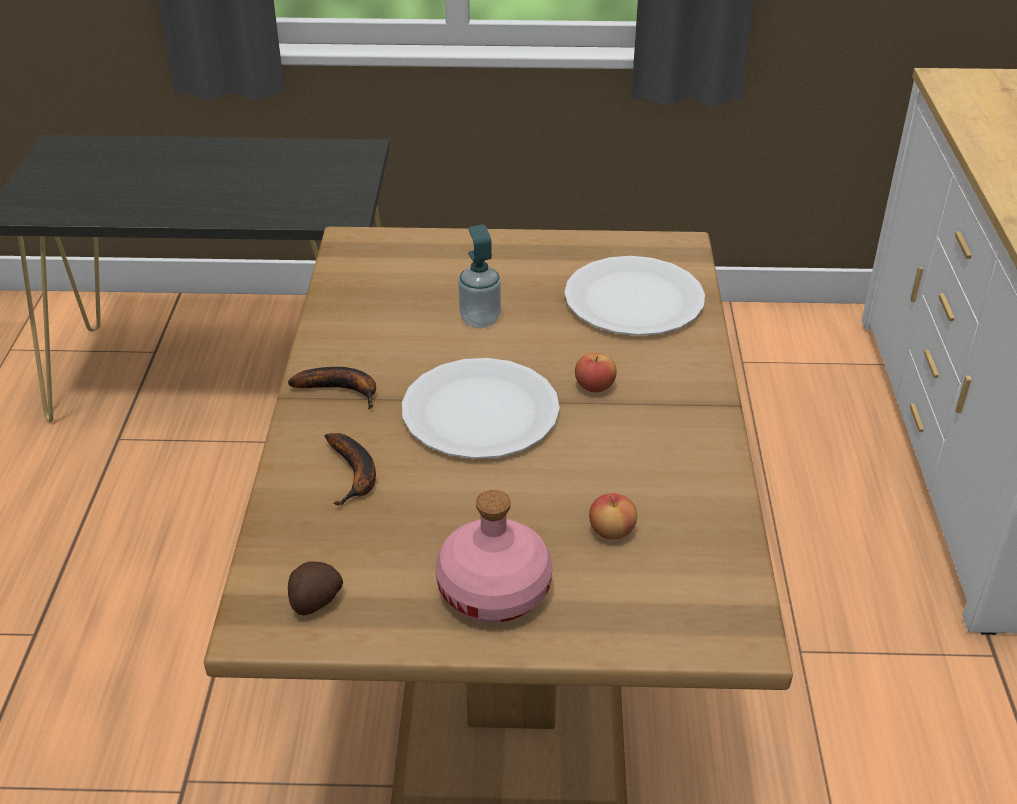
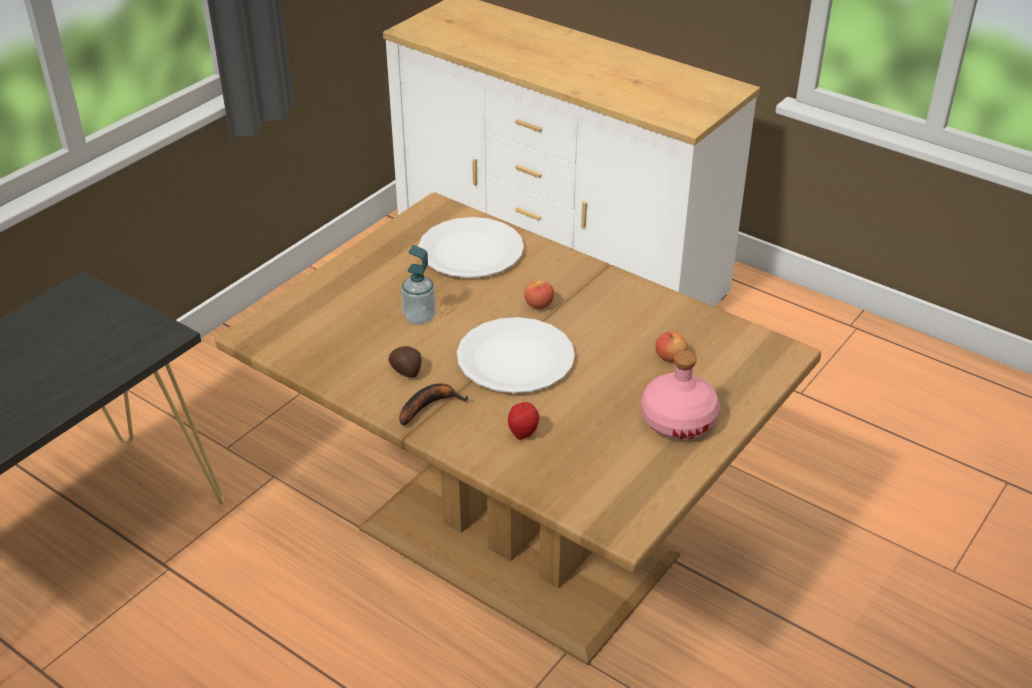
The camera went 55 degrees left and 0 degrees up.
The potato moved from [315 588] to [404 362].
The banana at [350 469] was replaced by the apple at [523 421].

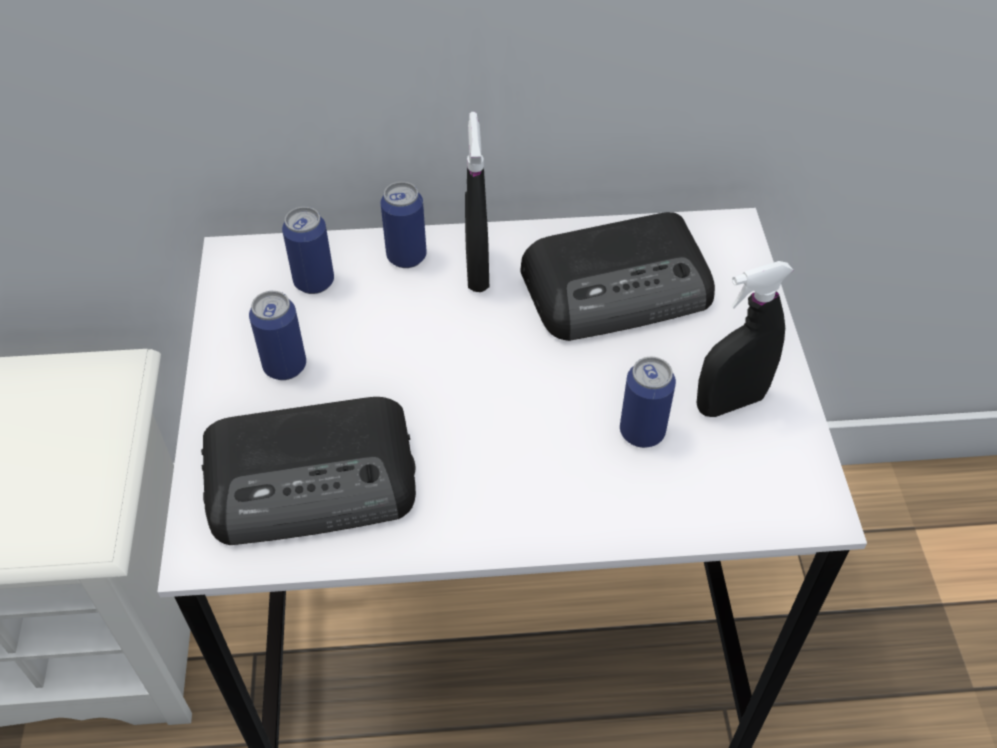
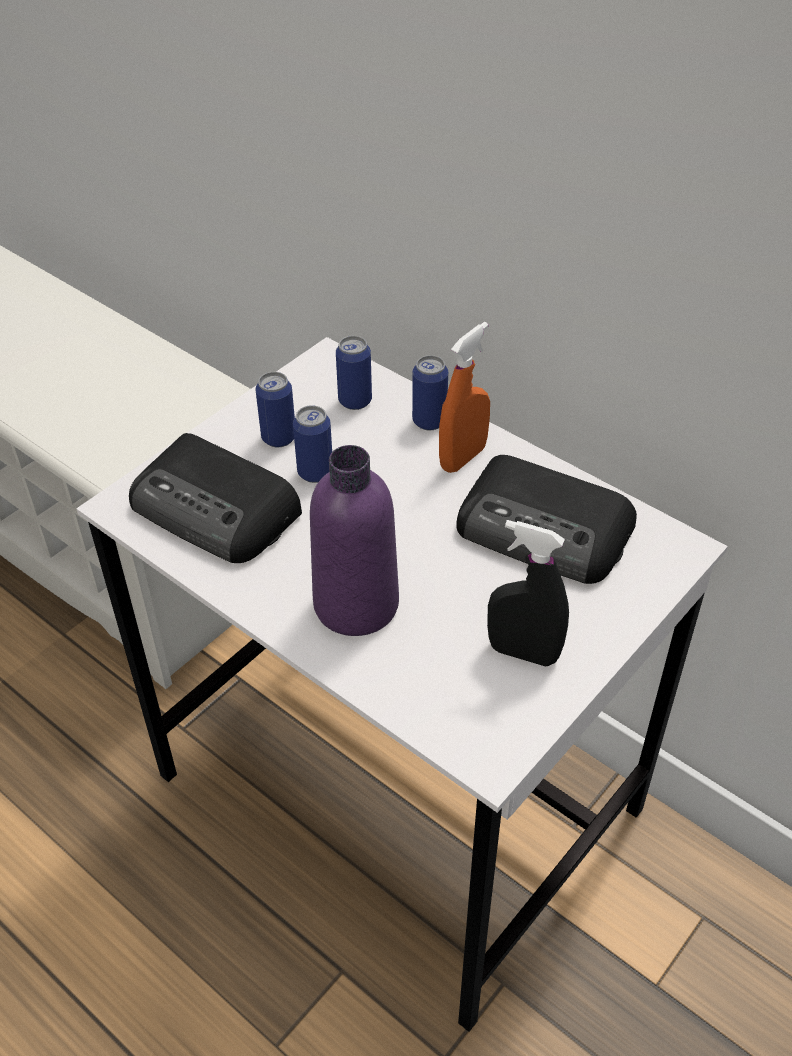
The camera went 45 degrees right and 5 degrees down.
The black_spray_bottle at [477 202] became the orange_spray_bottle at [464 397].
The can moved from [648 402] to [312 444].
The purple_bottle at [354 540] appeared.

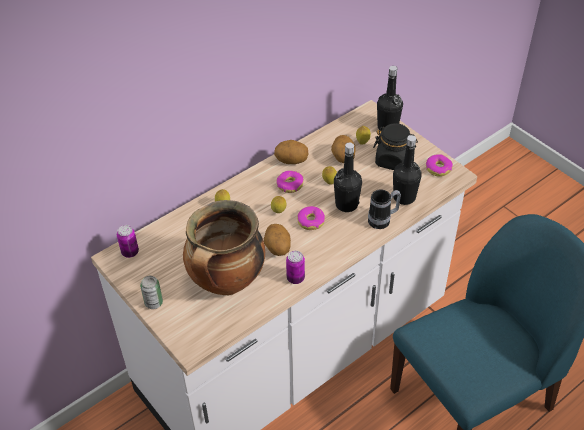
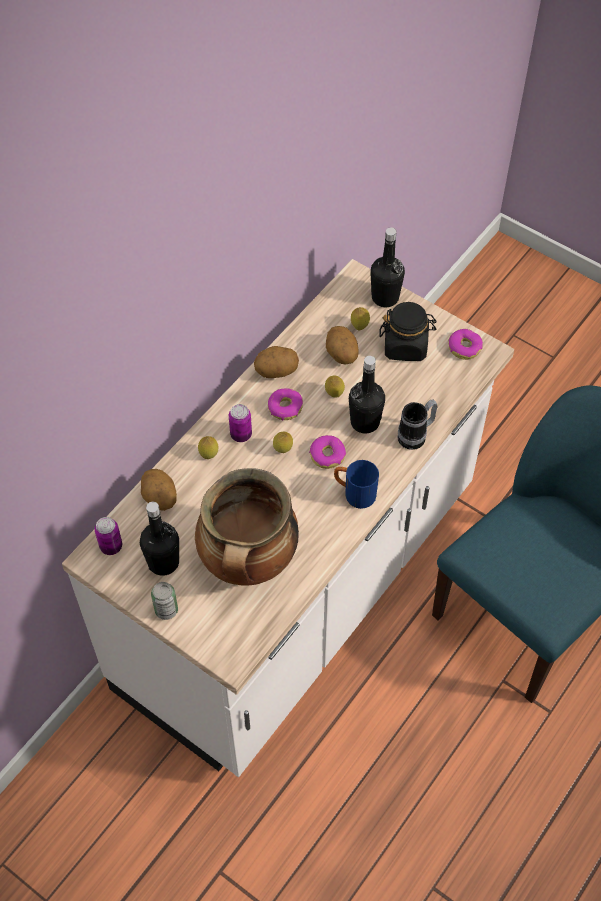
The camera went 15 degrees left and 10 degrees up.
The potato moved from [277 240] to [159 490].
The can moved from [295 267] to [240 423].
The black_bottle moved from [407 170] to [159 539].
The blue_mug at [356 484] appeared.

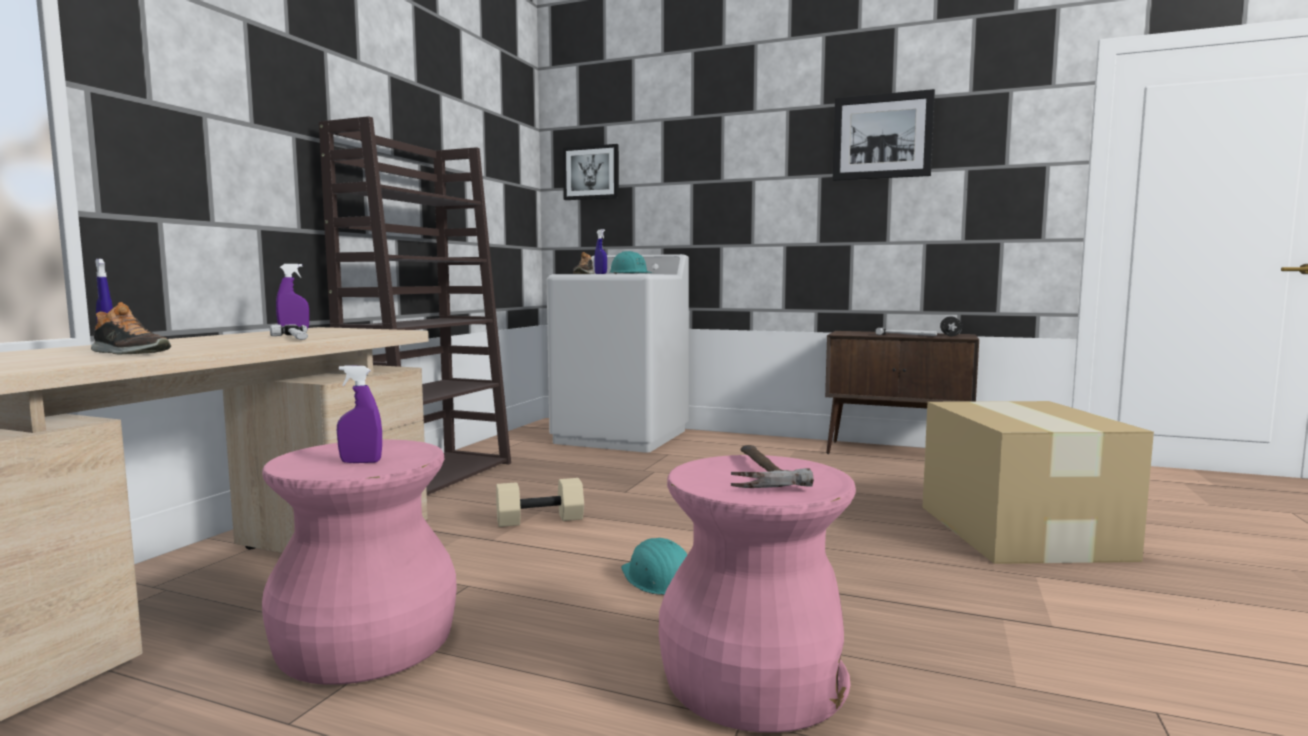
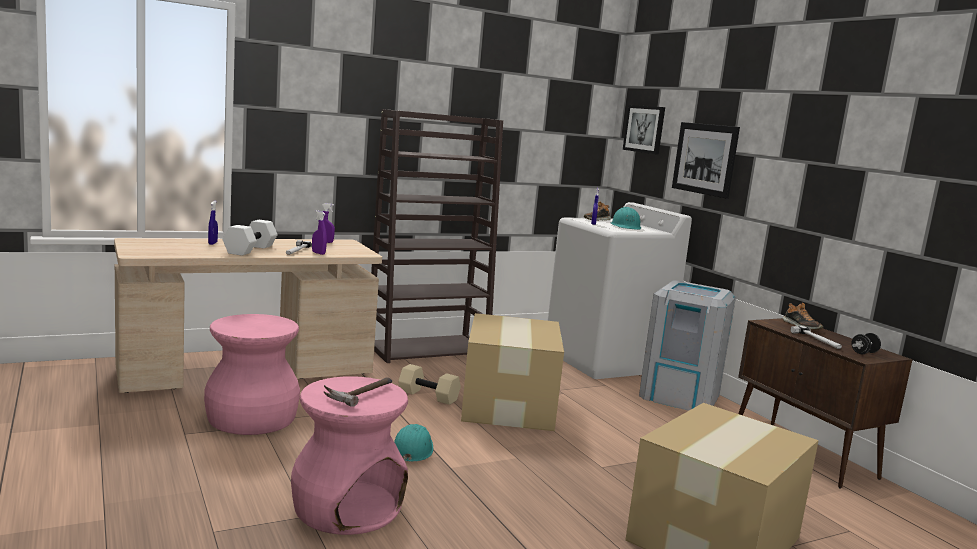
The camera went 40 degrees right and 5 degrees up.
The shoe moved from [131 328] to [803 316].
The purple_spray_bottle moved from [359 414] to [319 232].
The picture moved from [884 135] to [706 160].
The white_dumbbell at [250 238] appeared.
The cardboard_box at [512 372] appeared.
The grey_trash_can at [687 345] appeared.

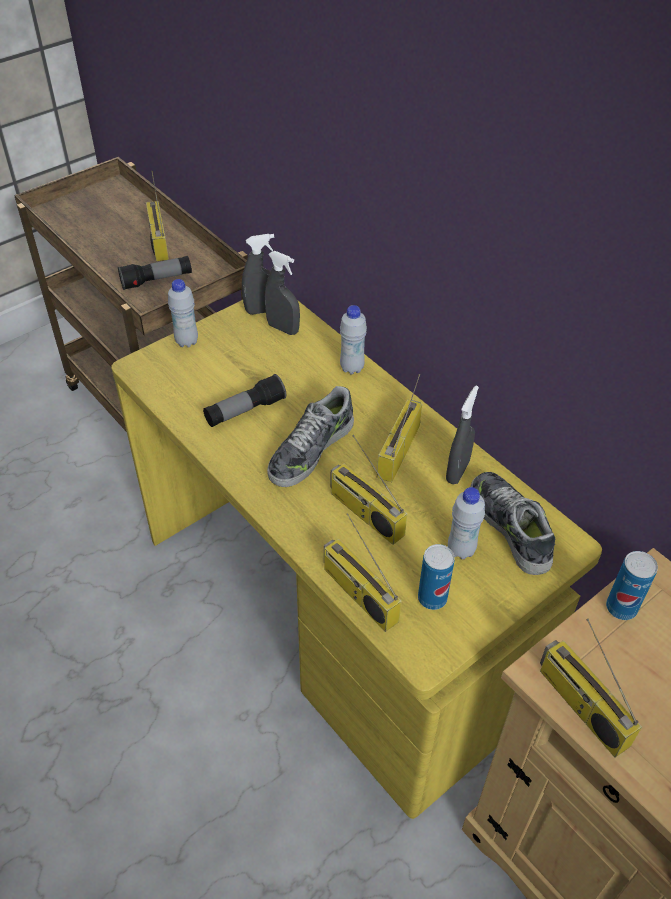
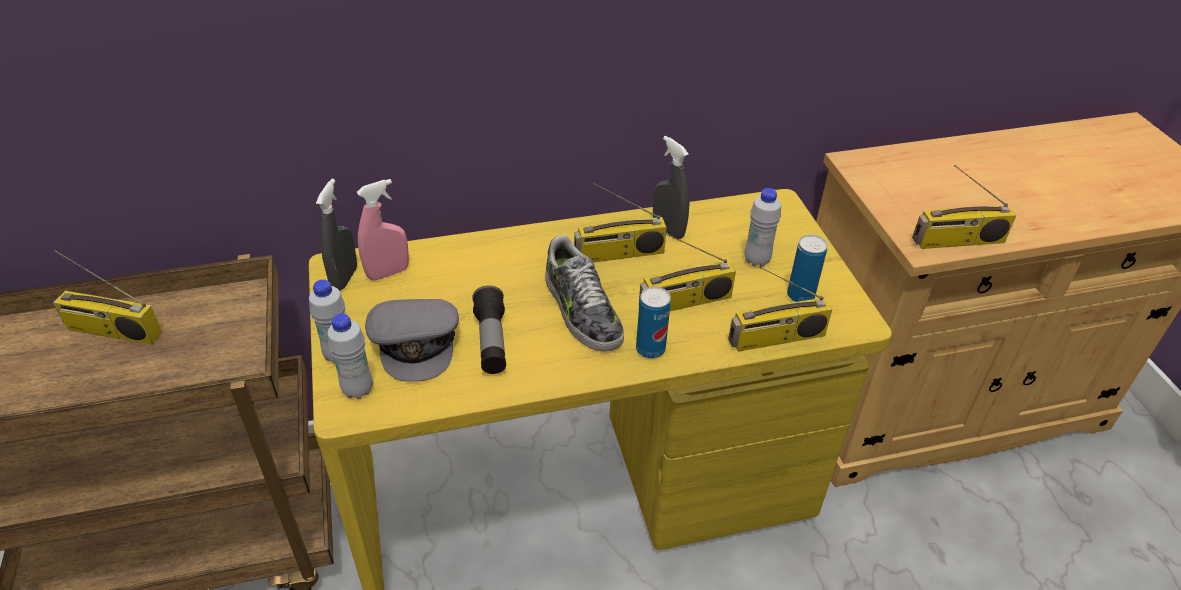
The camera went 65 degrees left and 5 degrees down.
The flashlight at [155 273] disappeared.
The grey_spray_bottle at [282 293] became the pink_spray_bottle at [383 230].
The white_bottle moved from [353 339] to [350 356].
The radio at [399 428] turned 60 degrees counterclockwise.
The shoe at [513 523] disappeared.
The can moved from [632 585] to [653 322].
The grey_cap at [412 340] appeared.

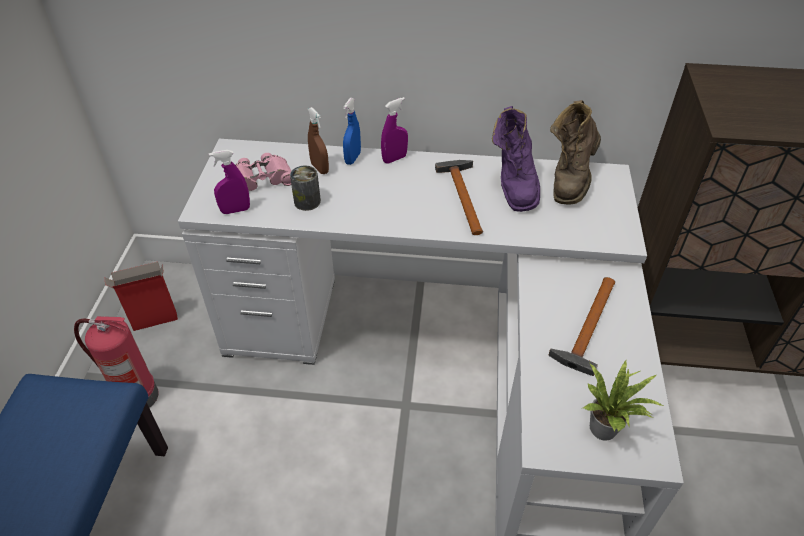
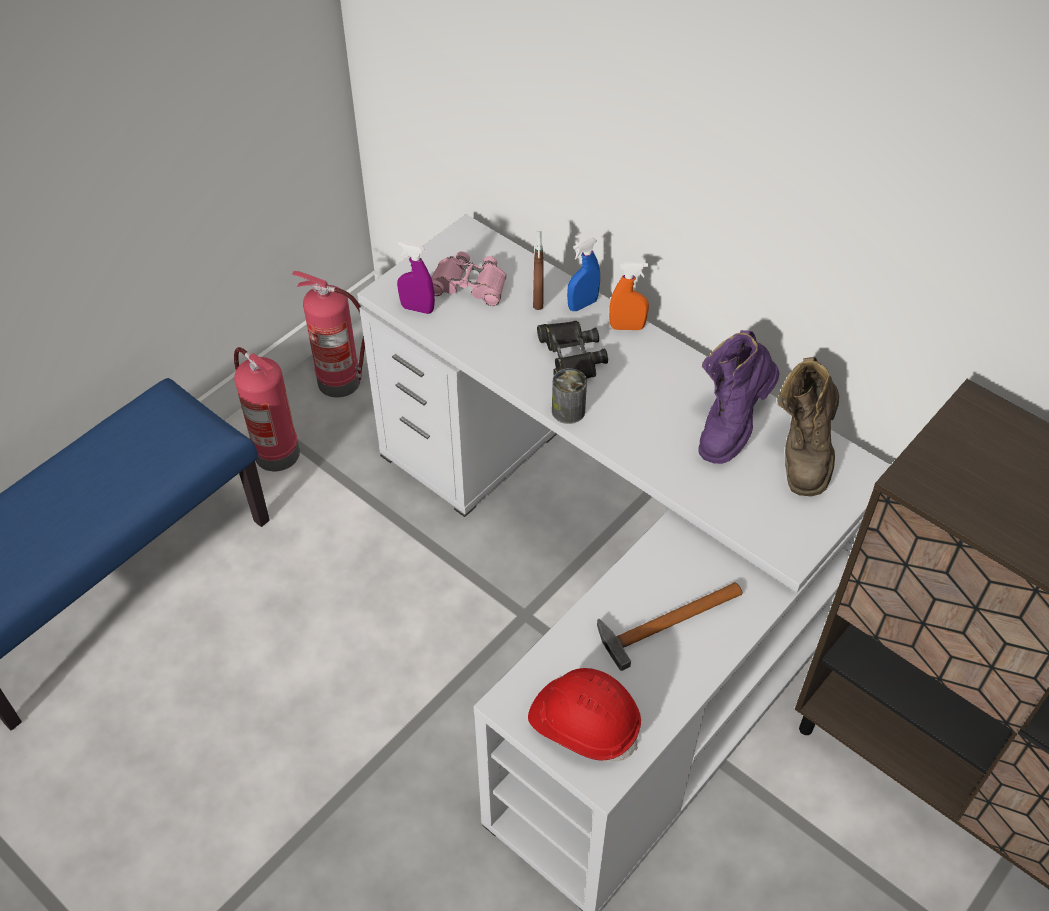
The camera went 35 degrees right and 5 degrees up.
The cardboard_box at [141 296] was replaced by the fire_extinguisher at [328 334].
The can moved from [305 188] to [569 396].
The purple_spray_bottle at [394 130] became the orange_spray_bottle at [629 296].
The hammer at [459 197] disappeared.
The brown_boot at [575 152] turned 45 degrees counterclockwise.
The potted_plant at [624 401] was replaced by the red_hard_hat at [584 715].
The black_binoculars at [572 350] appeared.

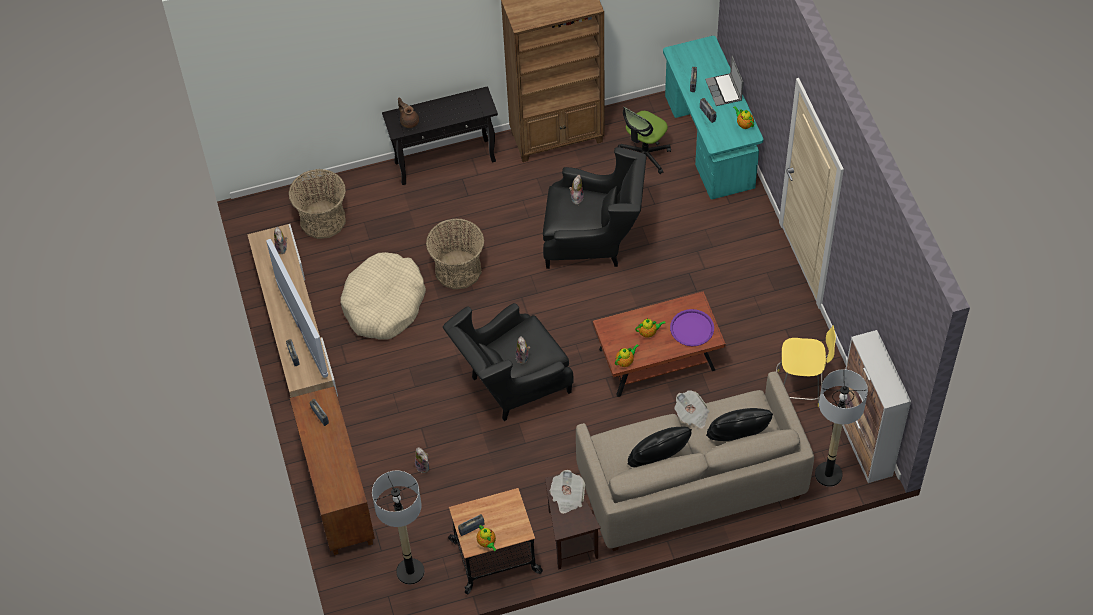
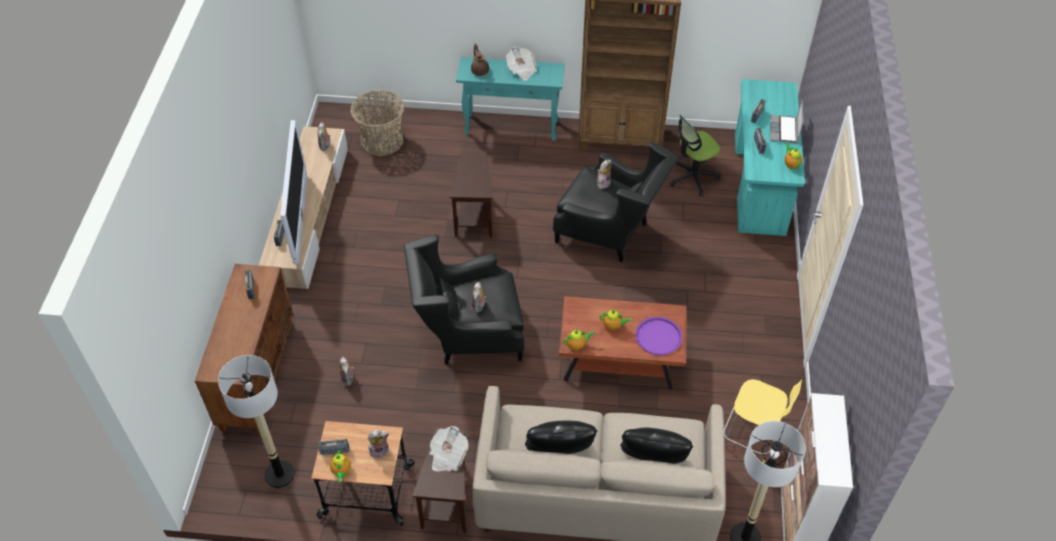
The camera went 20 degrees right and 5 degrees down.
The beige_dog_bed at [383 296] disappeared.
The black_console_table at [440 135] became the turquoise_console_table at [510 99].
The basket at [455 254] was replaced by the brown_side_table at [471 194].
The newspaper moved from [692 409] to [521 63].
The plush_toy at [378 444] appeared.

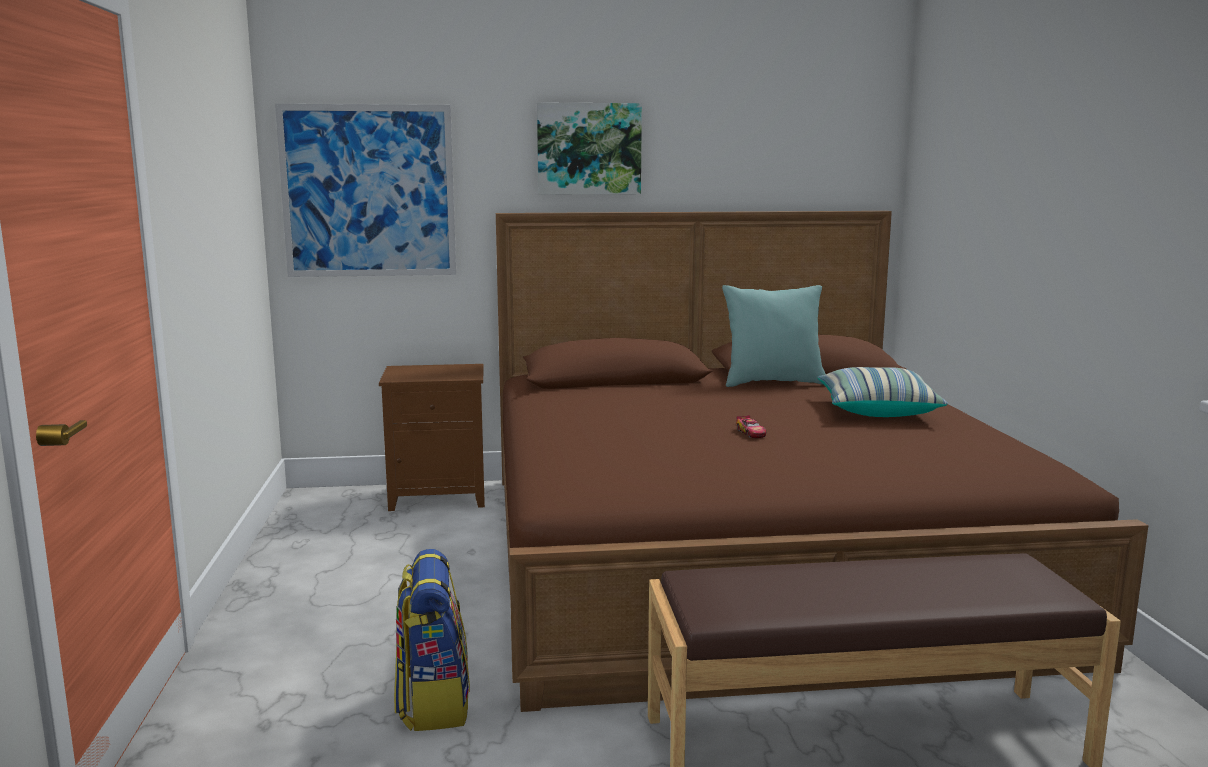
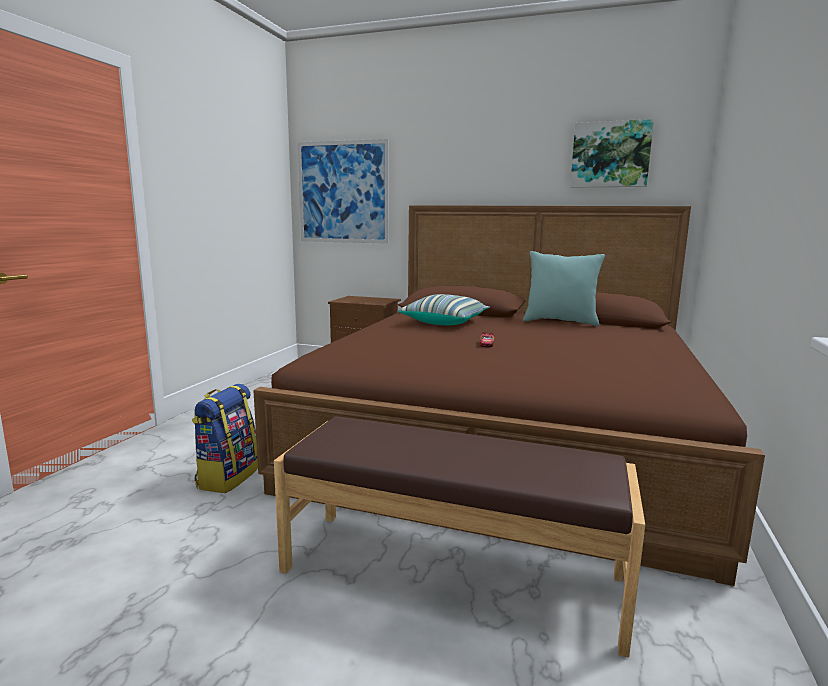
The camera went 25 degrees right and 0 degrees up.
The picture moved from [589 148] to [612 153].
The pillow moved from [882 392] to [444 309].

